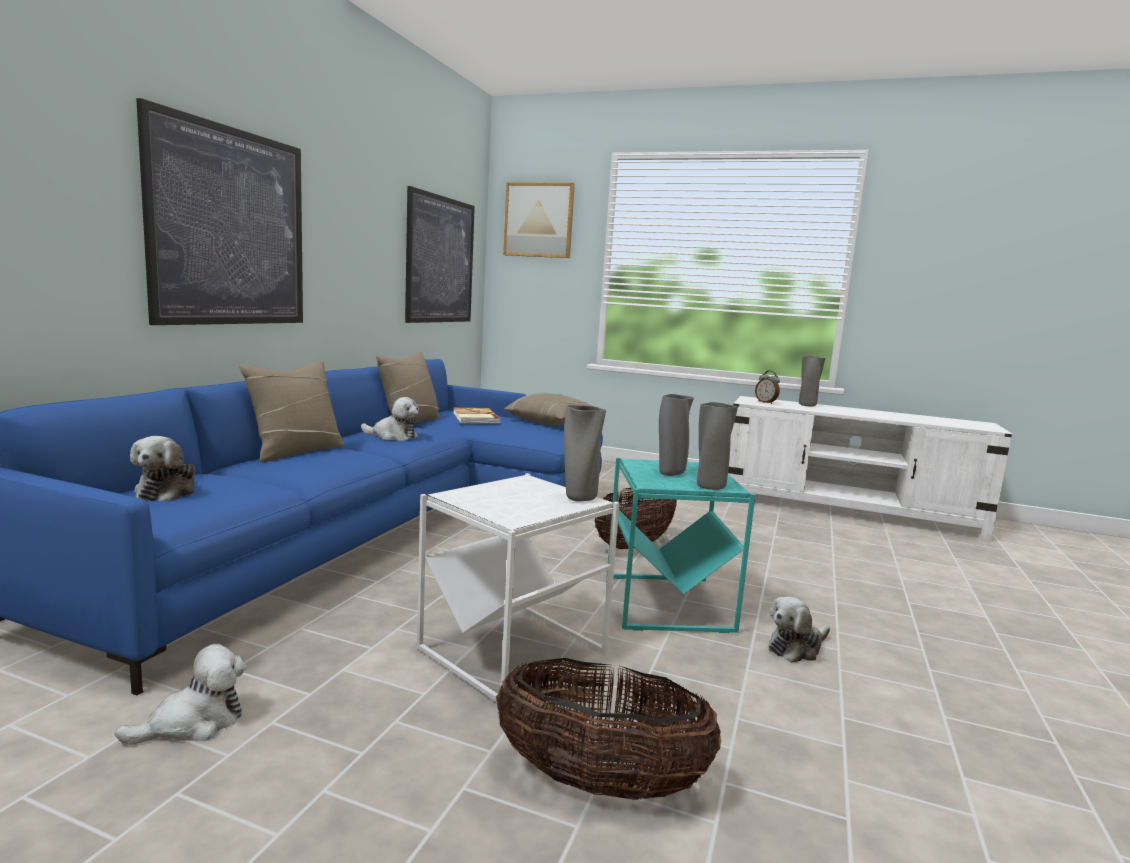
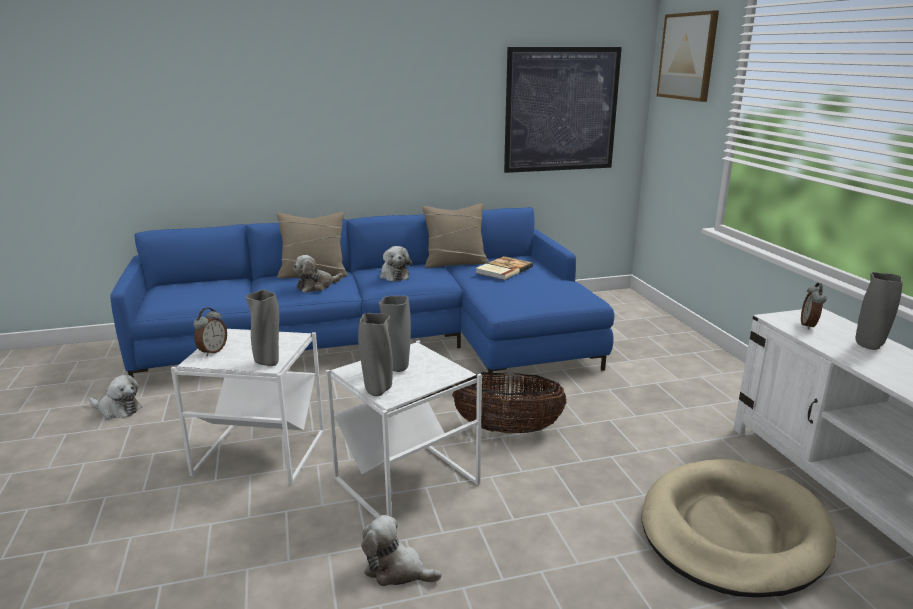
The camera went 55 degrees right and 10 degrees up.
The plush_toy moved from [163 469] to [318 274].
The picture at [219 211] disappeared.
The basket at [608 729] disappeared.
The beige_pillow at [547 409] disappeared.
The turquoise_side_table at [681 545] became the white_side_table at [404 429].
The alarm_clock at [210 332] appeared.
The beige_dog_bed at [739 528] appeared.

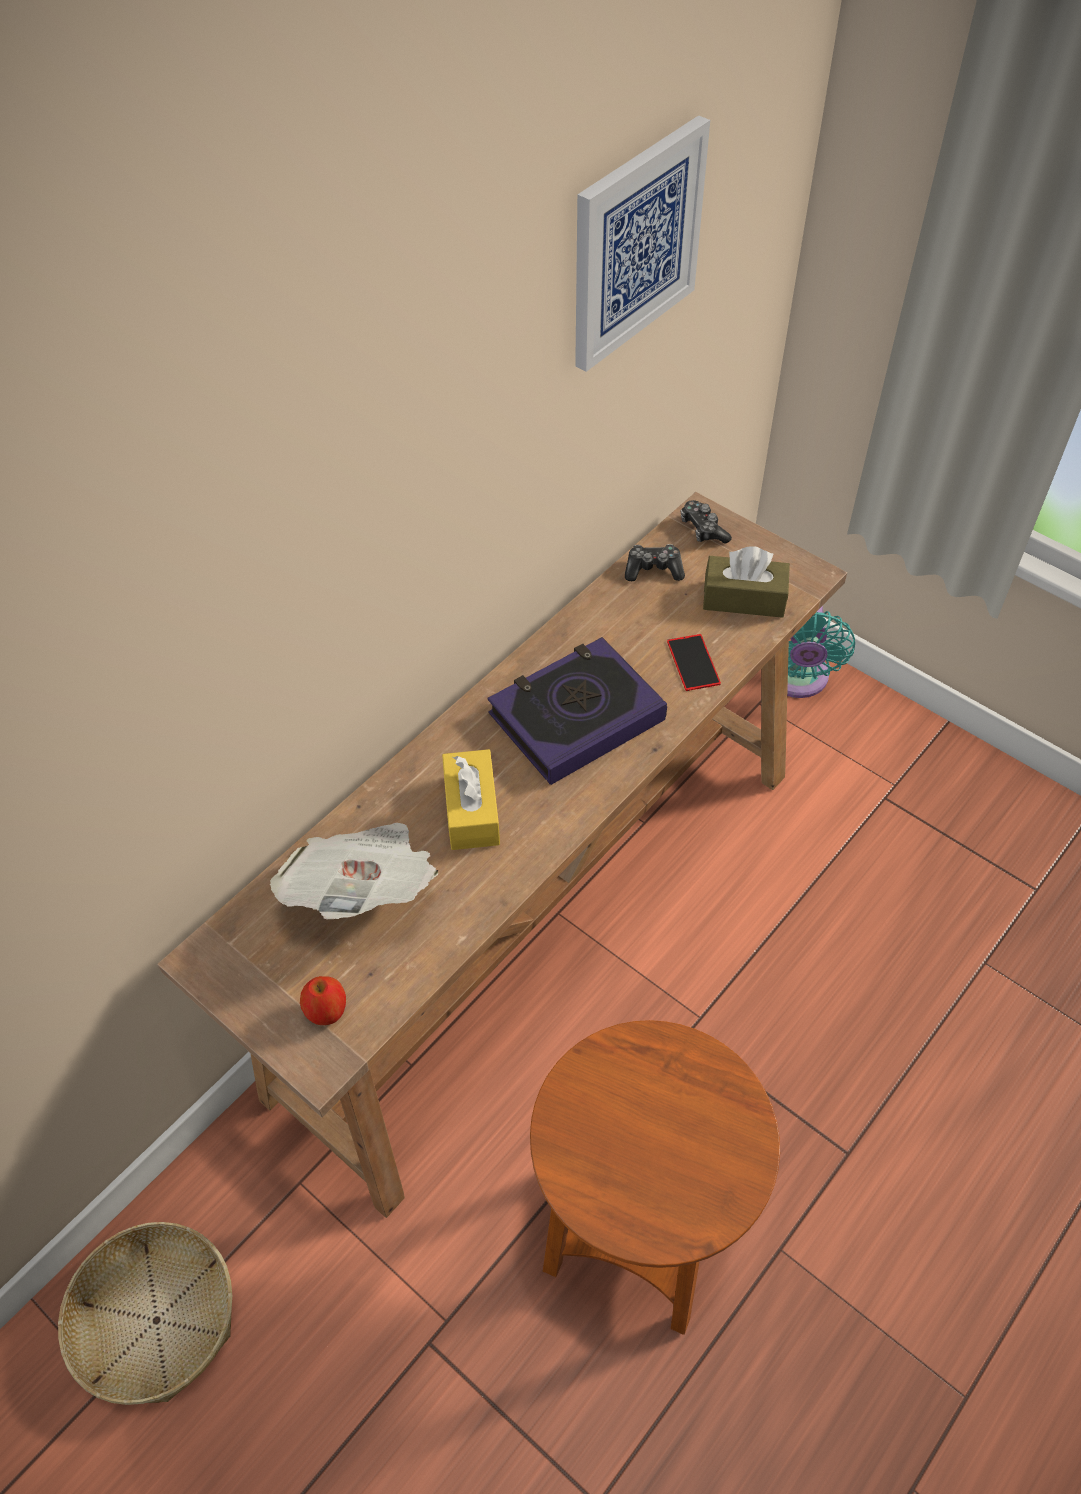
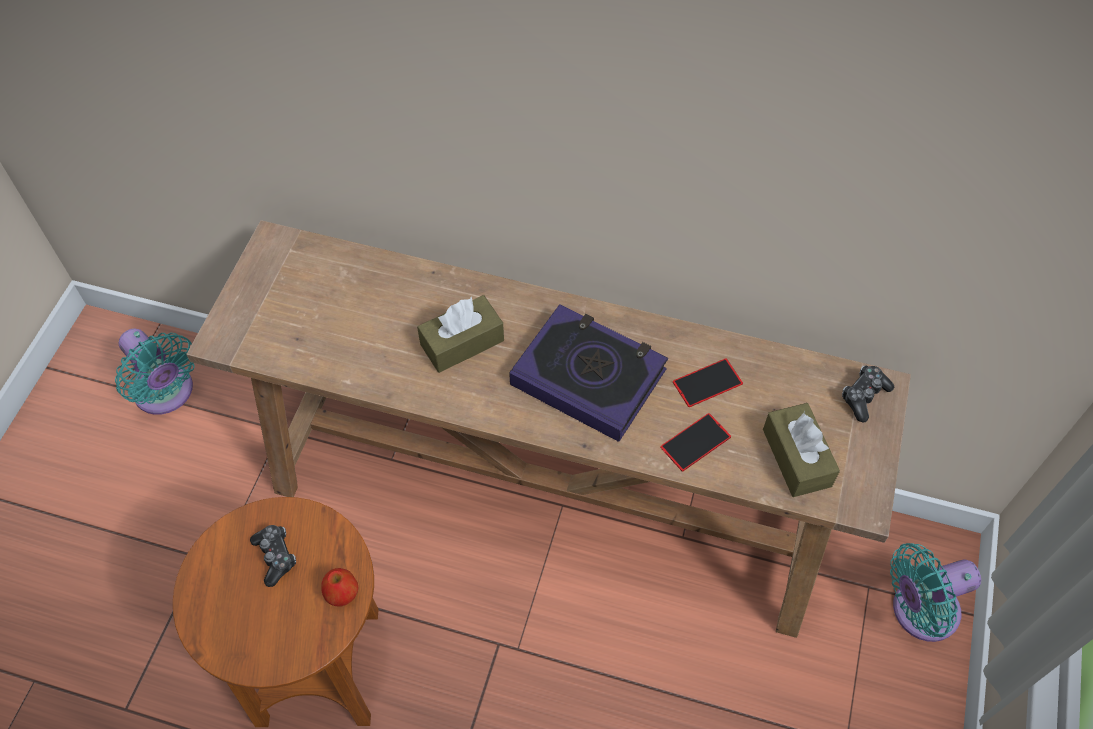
The camera went 65 degrees right and 5 degrees up.
The basket at [145 1313] was replaced by the turquoise_fan at [155 371].
The newspaper at [354 870] disappeared.
The apple moved from [323 1000] to [339 587].
The yellow_tissue_box at [471 799] became the brown_tissue_box at [460 334].
The picture at [642 243] disappeared.
The game_controller moved from [655 562] to [273 556].
The phone at [708 382] appeared.

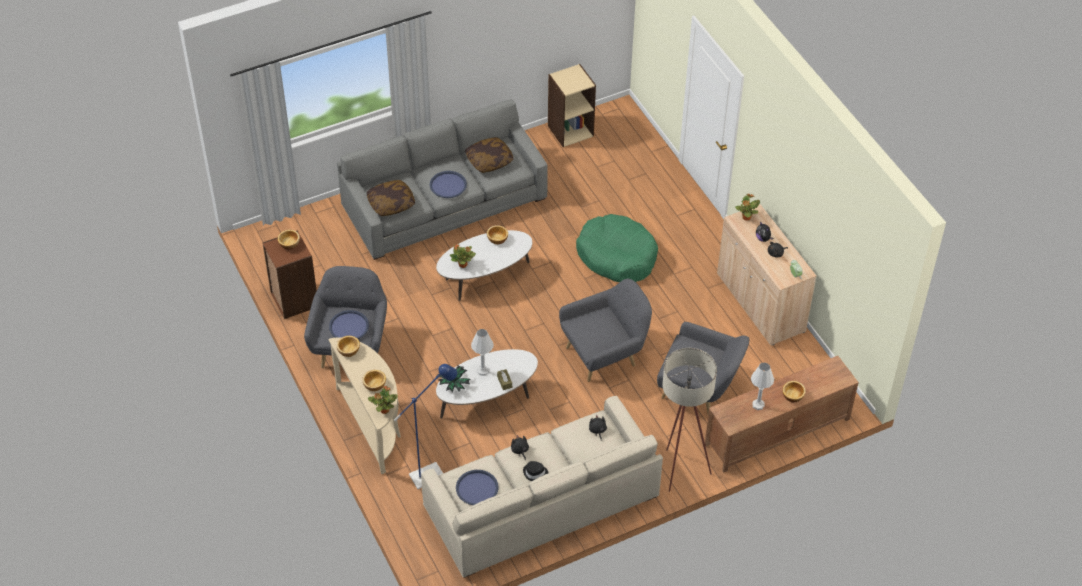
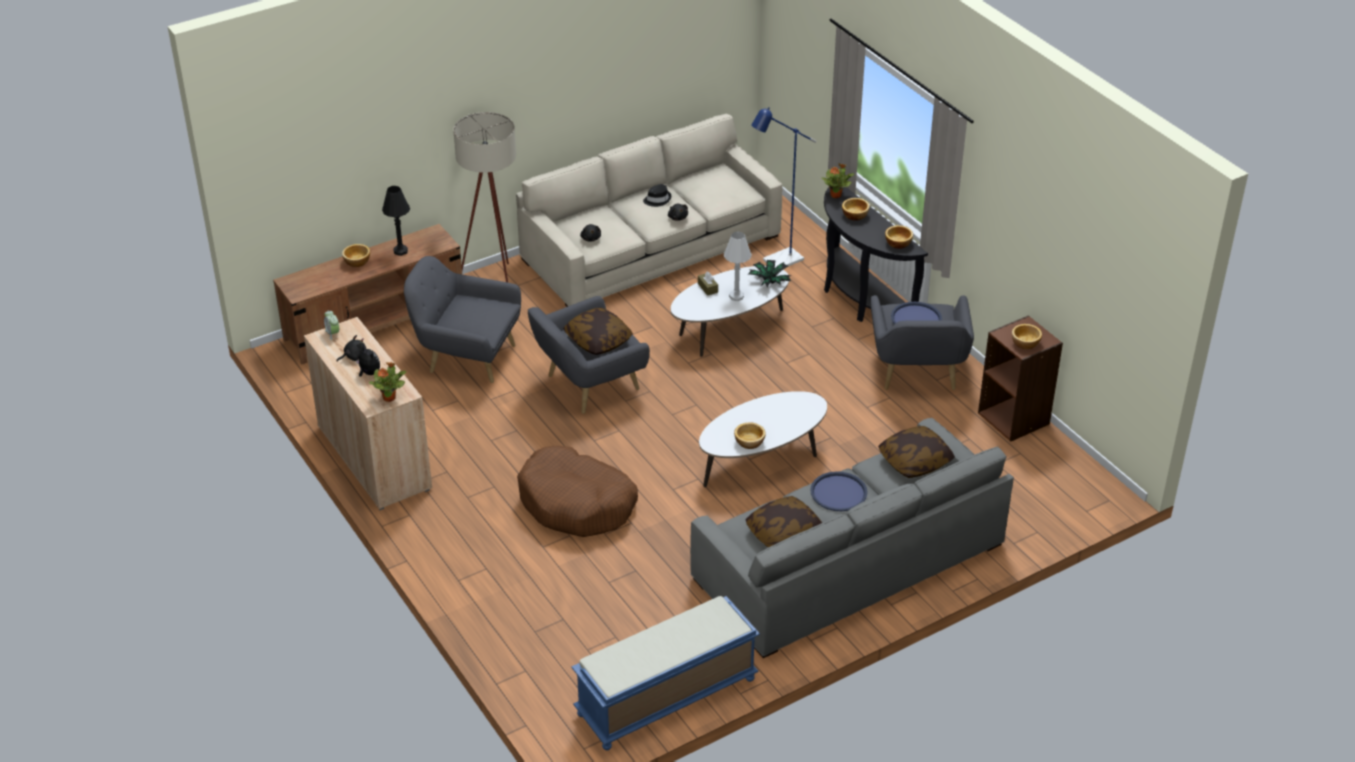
The camera went 175 degrees right and 10 degrees down.
The beige_console_table at [365 405] became the black_console_table at [876 251].
The potted_plant at [463 256] disappeared.
The blue_tray at [477 487] disappeared.
The beige_bookcase at [572 105] was replaced by the blue_bench at [665 673].
The green_dog_bed at [617 248] became the brown_dog_bed at [577 491].
The white_table_lamp at [762 386] became the black_table_lamp at [396 221].
The pillow at [598 331] appeared.

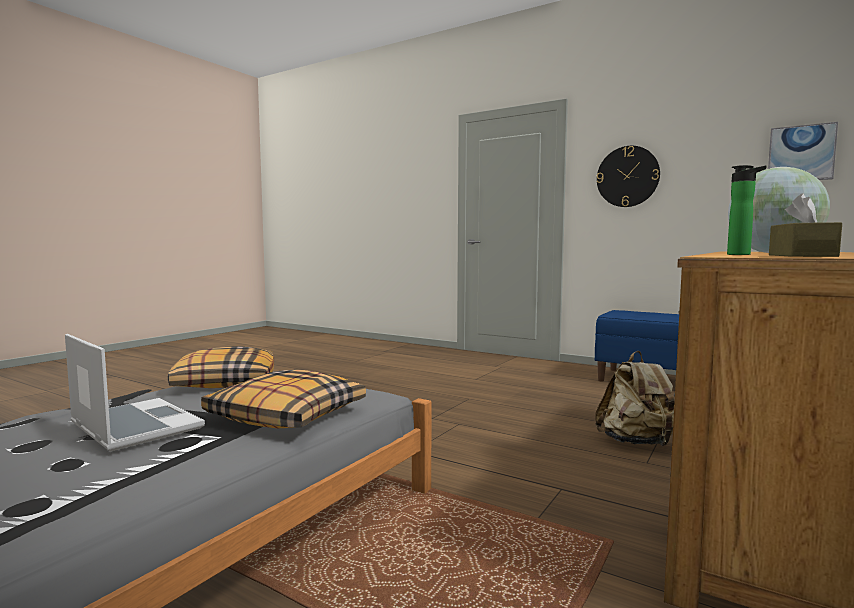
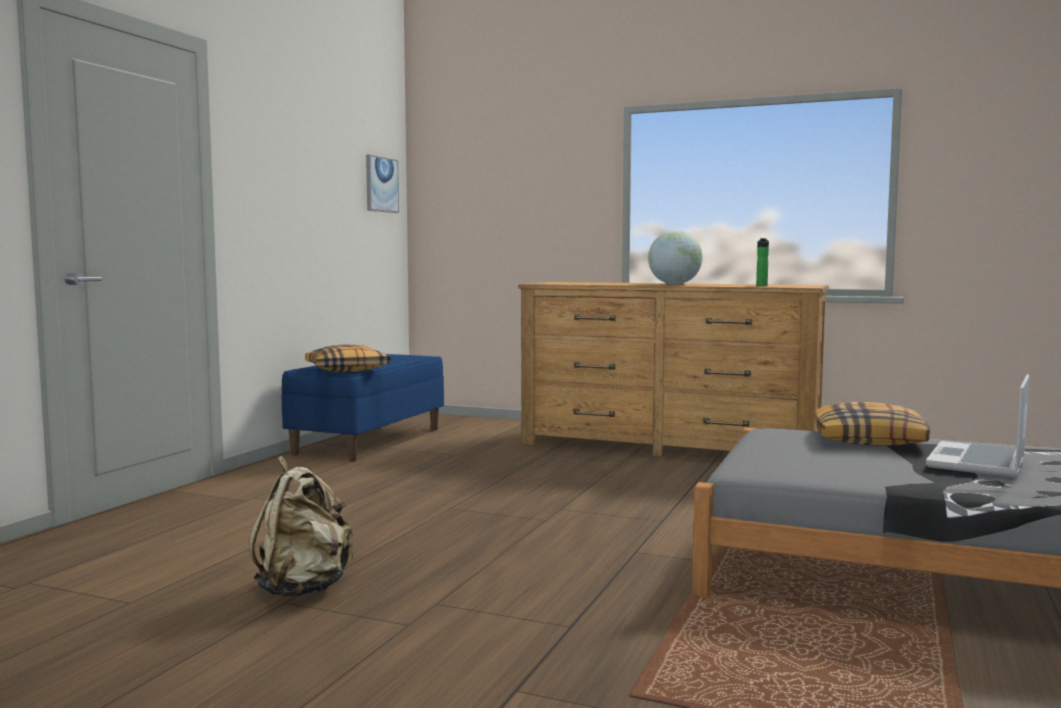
The camera went 100 degrees left and 0 degrees up.
The pillow moved from [221 367] to [348 358].
The beige_backpack moved from [635 398] to [302 526].
The wall_clock at [628 176] disappeared.
The brown_tissue_box at [805 225] disappeared.

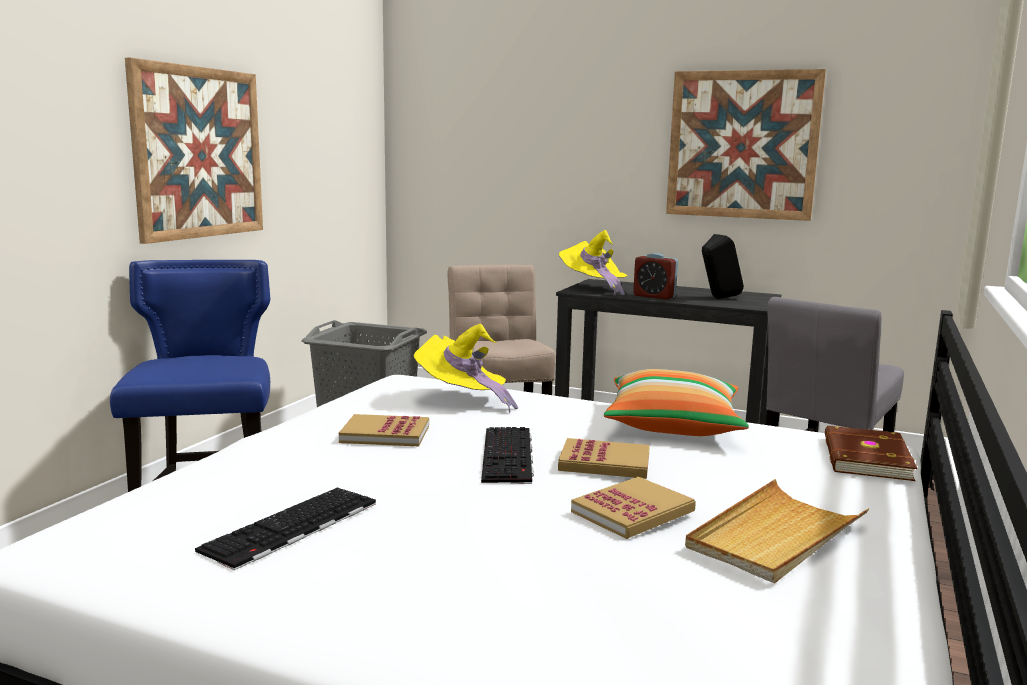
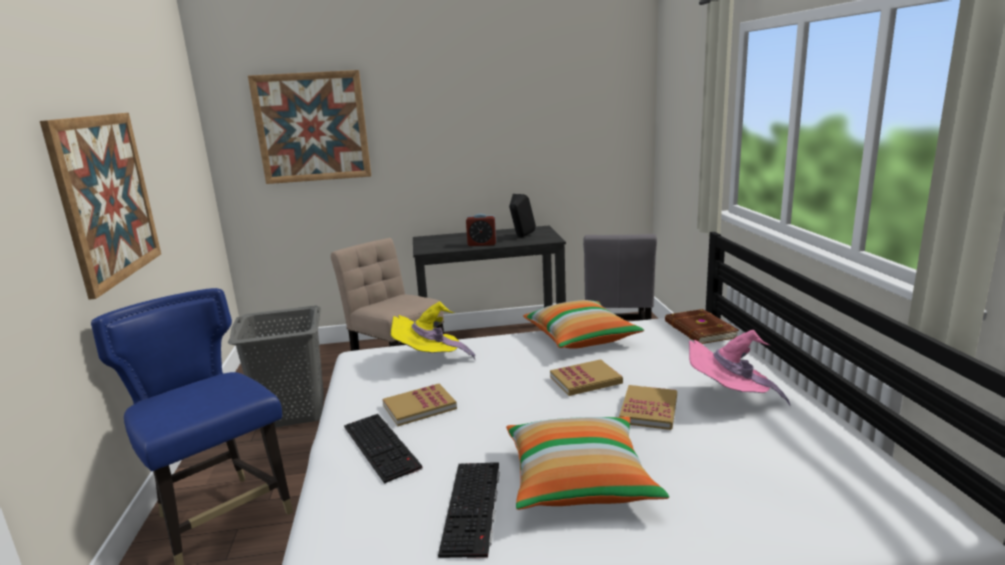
The camera went 30 degrees left and 5 degrees up.
The keyboard moved from [507 455] to [383 449].
The yellow_hat at [593 263] disappeared.
The picture moved from [746 145] to [309 127].
The beige_tray at [777 531] was replaced by the pink_hat at [739 367].
The pillow at [587 463] appeared.

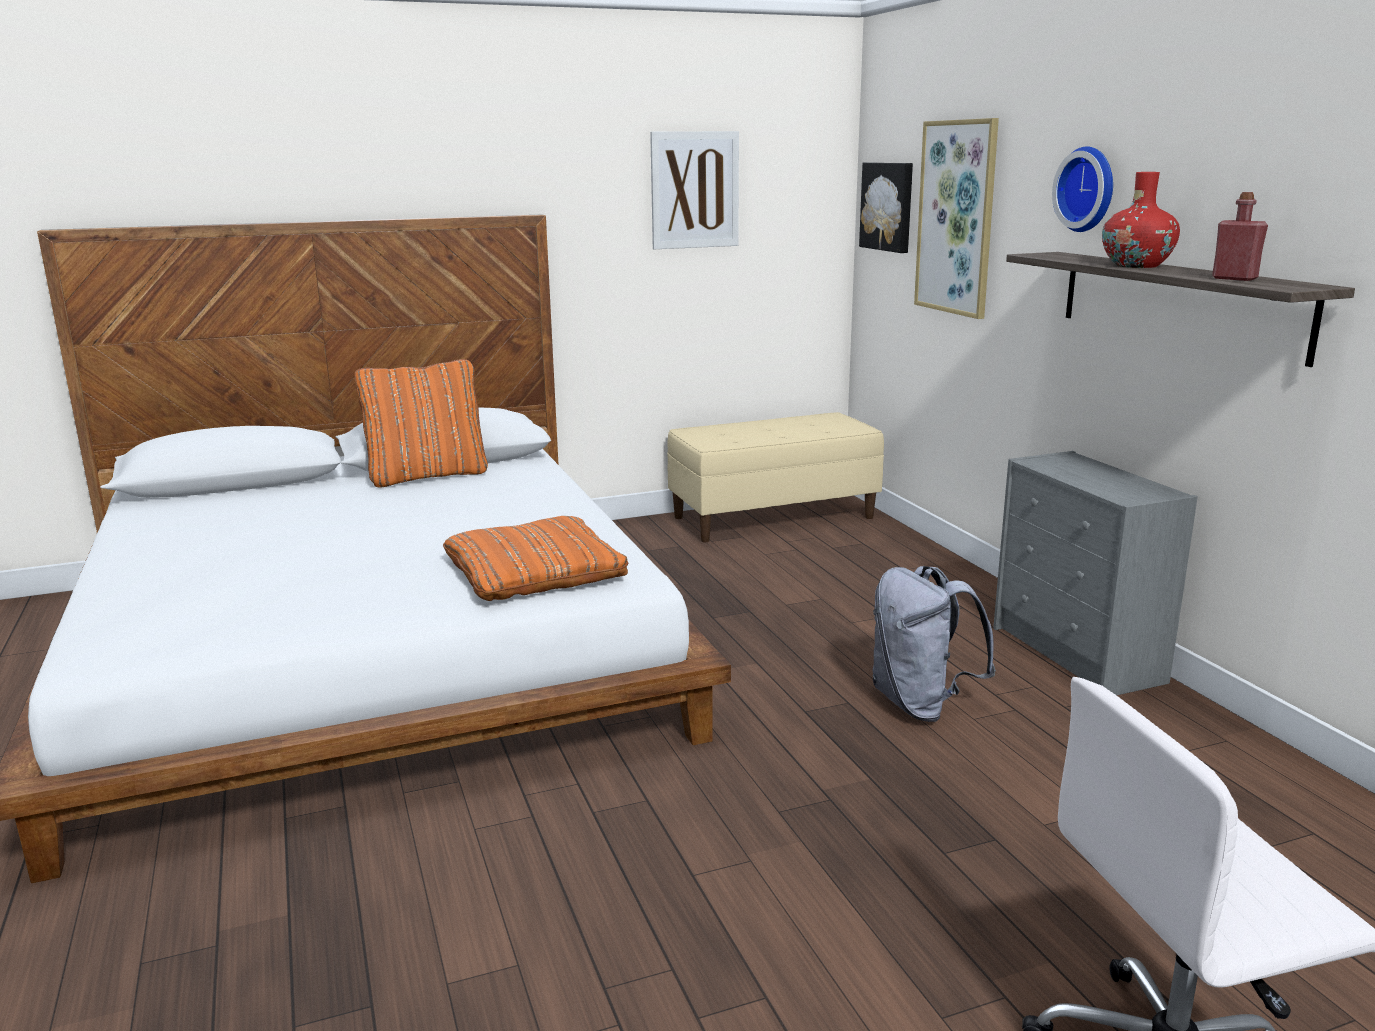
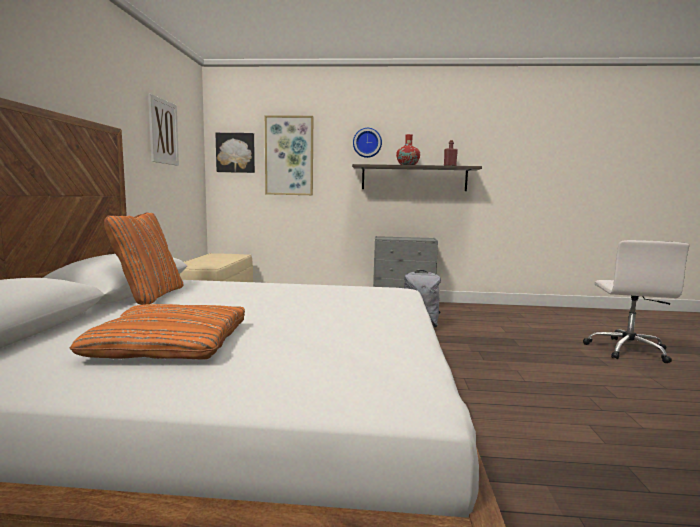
The camera went 65 degrees left and 10 degrees down.
The orange_pillow moved from [535 558] to [157 332].

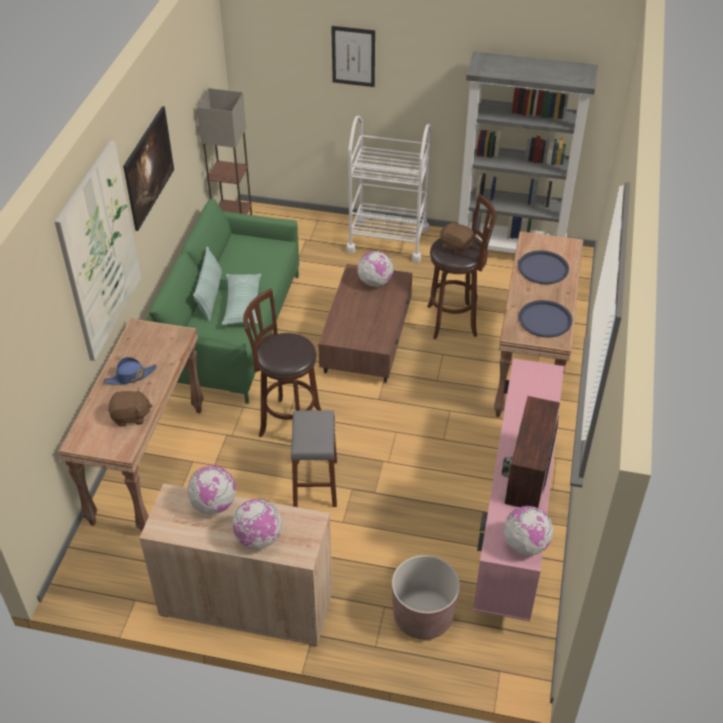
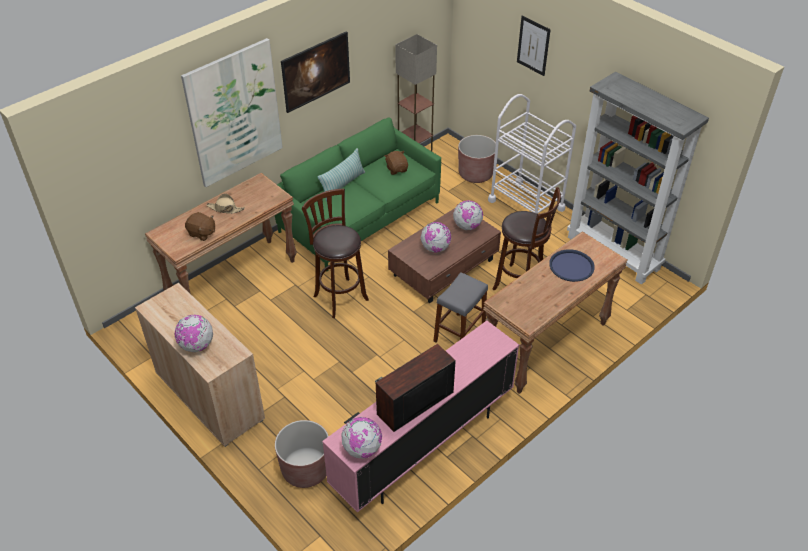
The camera went 35 degrees right and 0 degrees up.
The blue_hat at [130 371] became the beige_hat at [225 204].
The globe moved from [211 490] to [435 237].
The pillow at [241 299] disappeared.
The grey_stool moved from [314 458] to [461 307].
The brown_plush_toy moved from [457 237] to [396 163].
The blue_tray at [546 319] disappeared.
The brown_planter at [477 159] appeared.

